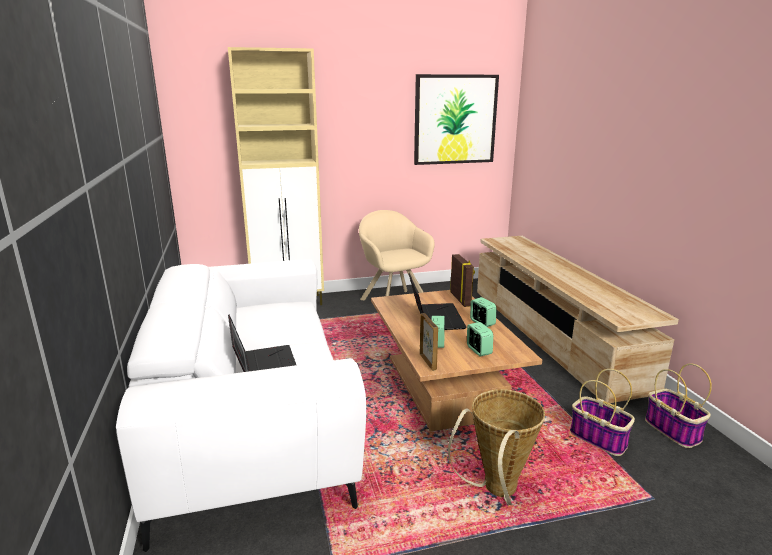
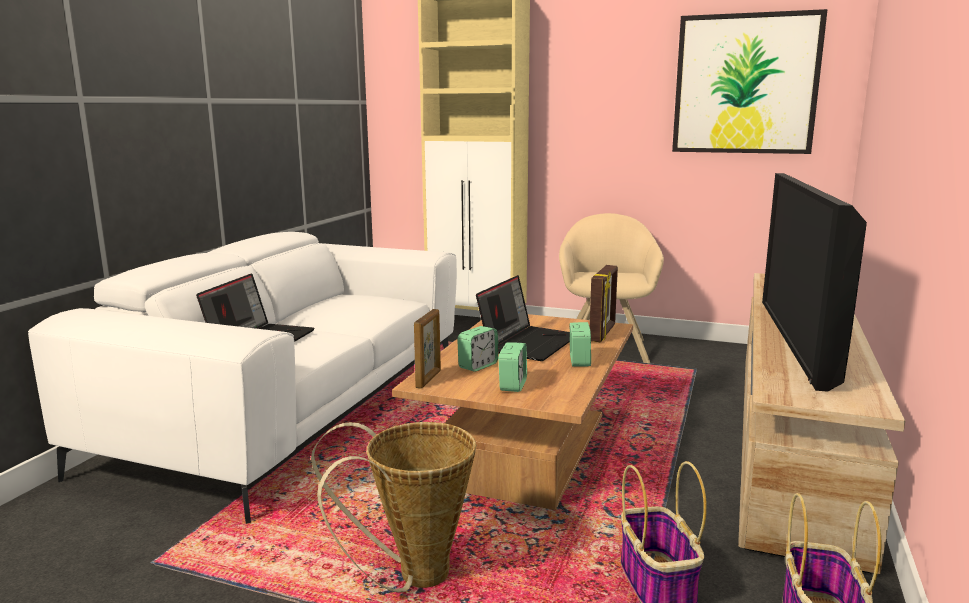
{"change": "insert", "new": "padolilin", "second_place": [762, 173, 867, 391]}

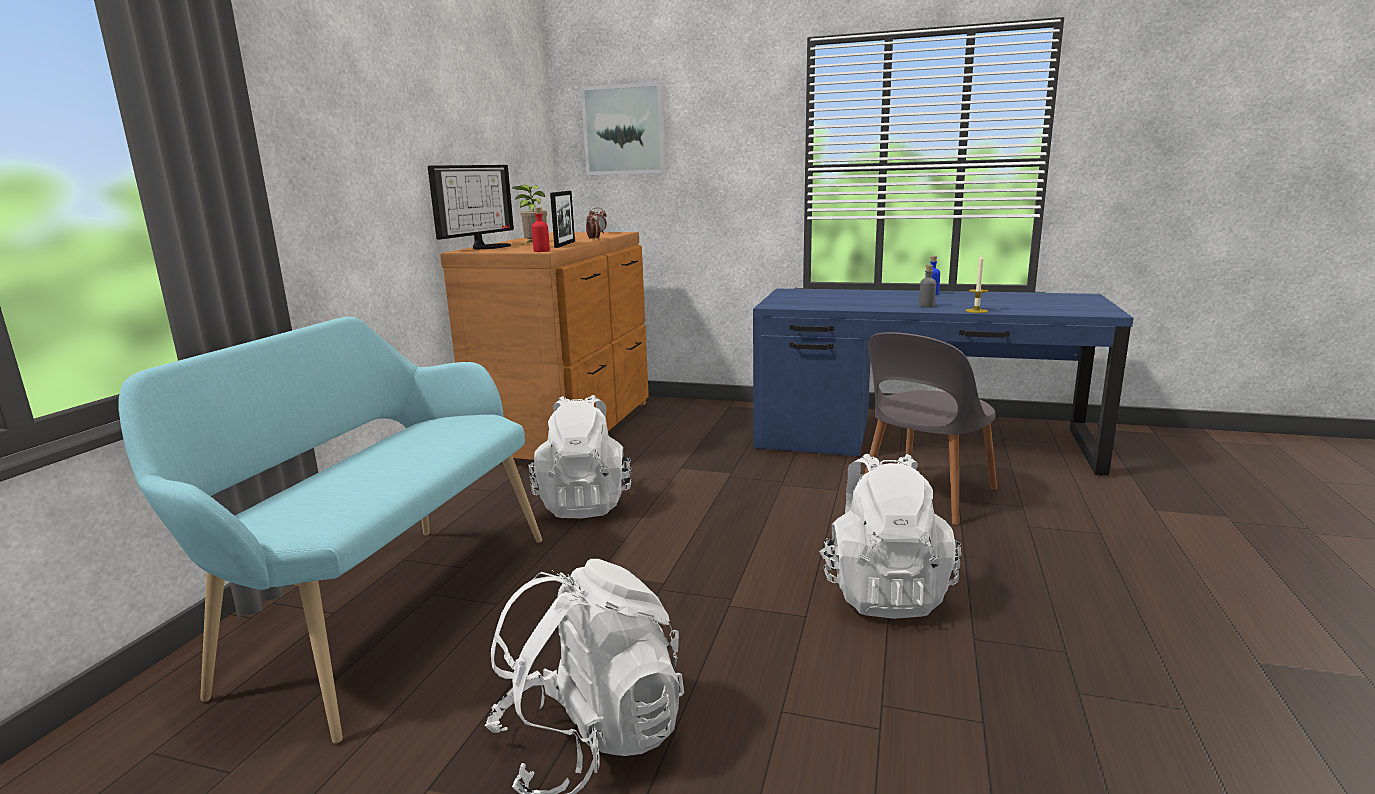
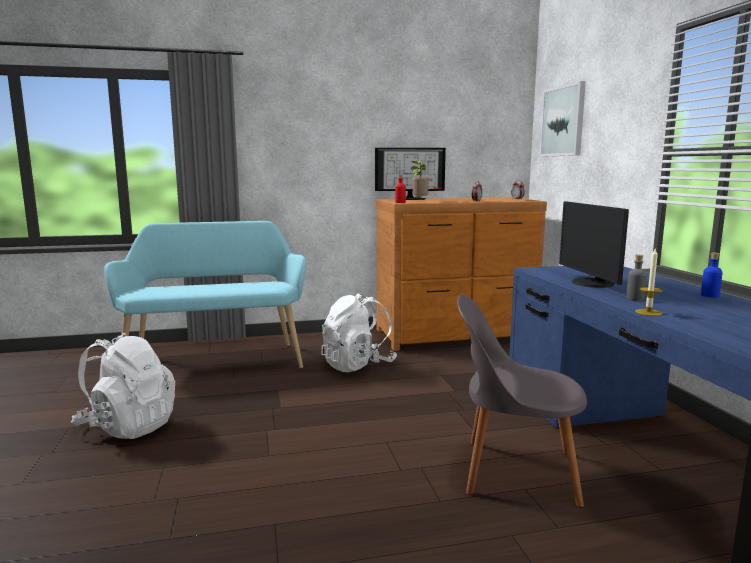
{"change": "delete", "old": "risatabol", "first_place": [550, 191, 575, 248]}
{"change": "delete", "old": "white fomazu", "first_place": [819, 454, 961, 619]}
{"change": "insert", "new": "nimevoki", "second_place": [559, 201, 629, 288]}

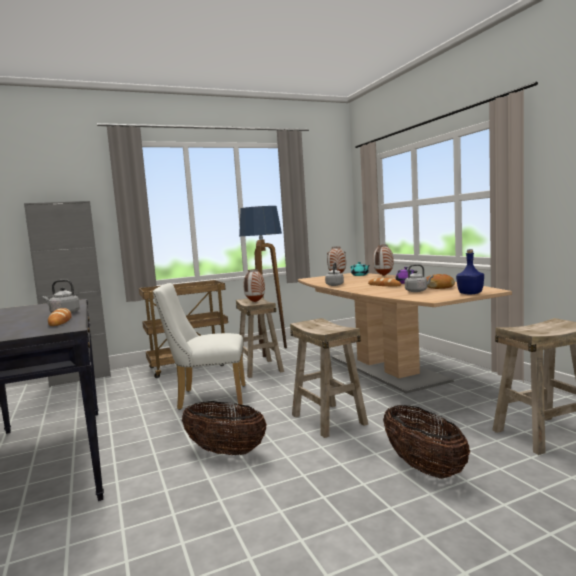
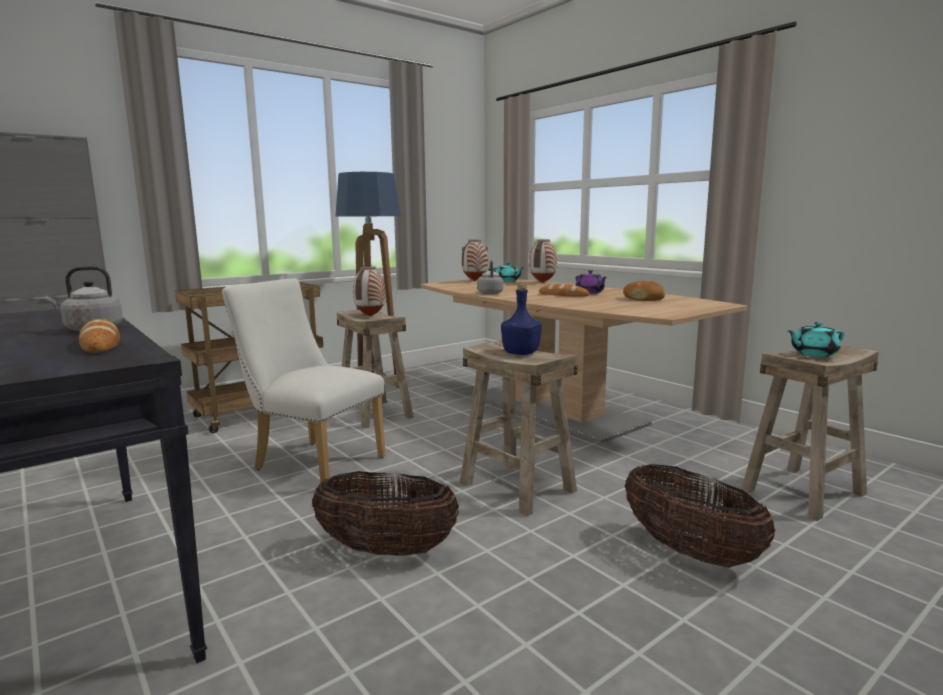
{"change": "move", "old": "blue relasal", "first_place": [456, 249, 484, 294], "second_place": [501, 284, 542, 355]}
{"change": "delete", "old": "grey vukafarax", "first_place": [405, 264, 433, 292]}
{"change": "rotate", "old": "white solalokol", "first_place": [153, 283, 245, 410], "second_place": [222, 279, 386, 482], "degrees": 45}
{"change": "insert", "new": "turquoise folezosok", "second_place": [788, 322, 844, 357]}

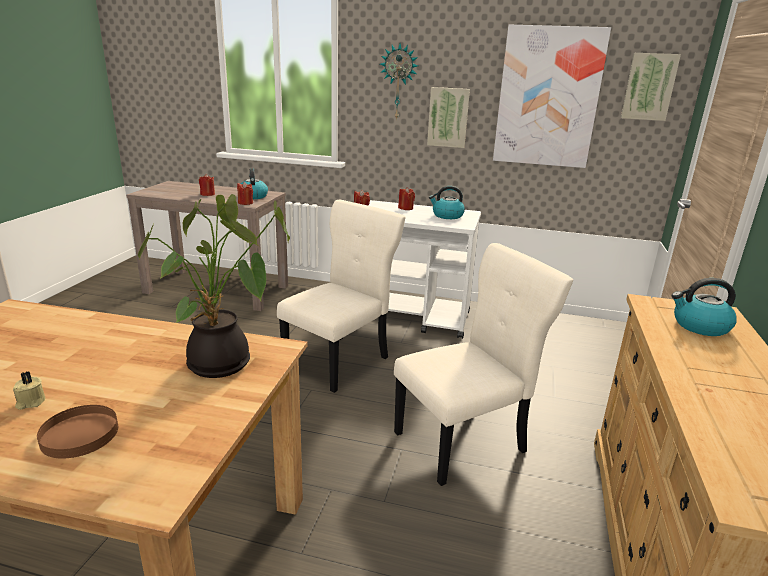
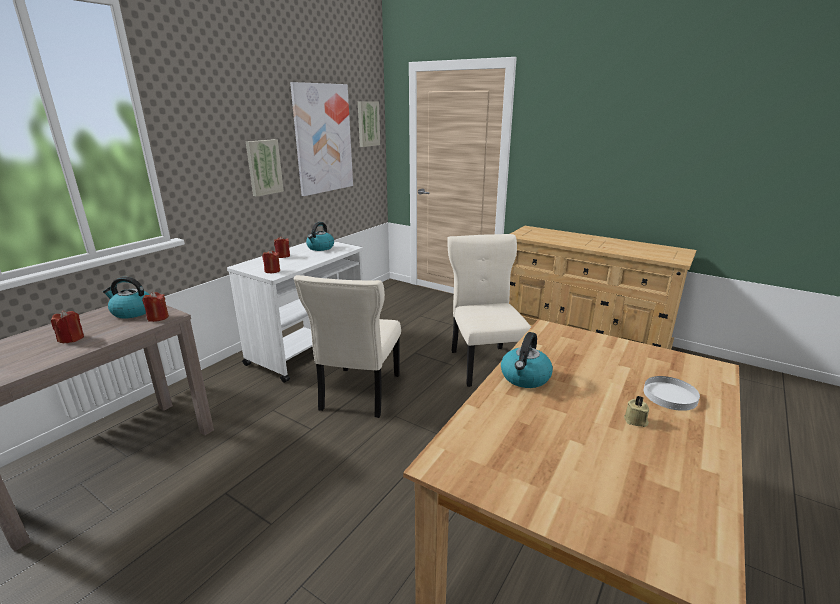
{"change": "delete", "old": "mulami", "first_place": [380, 43, 418, 120]}
{"change": "delete", "old": "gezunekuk", "first_place": [138, 194, 290, 378]}
{"change": "rotate", "old": "beige solalokol", "first_place": [277, 200, 406, 393], "second_place": [294, 275, 401, 418], "degrees": -135}
{"change": "move", "old": "vukafarax", "first_place": [672, 278, 737, 336], "second_place": [501, 332, 553, 388]}
{"change": "recolor", "old": "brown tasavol", "new": "white tasavol", "first_place": [37, 405, 118, 459], "second_place": [644, 376, 700, 411]}

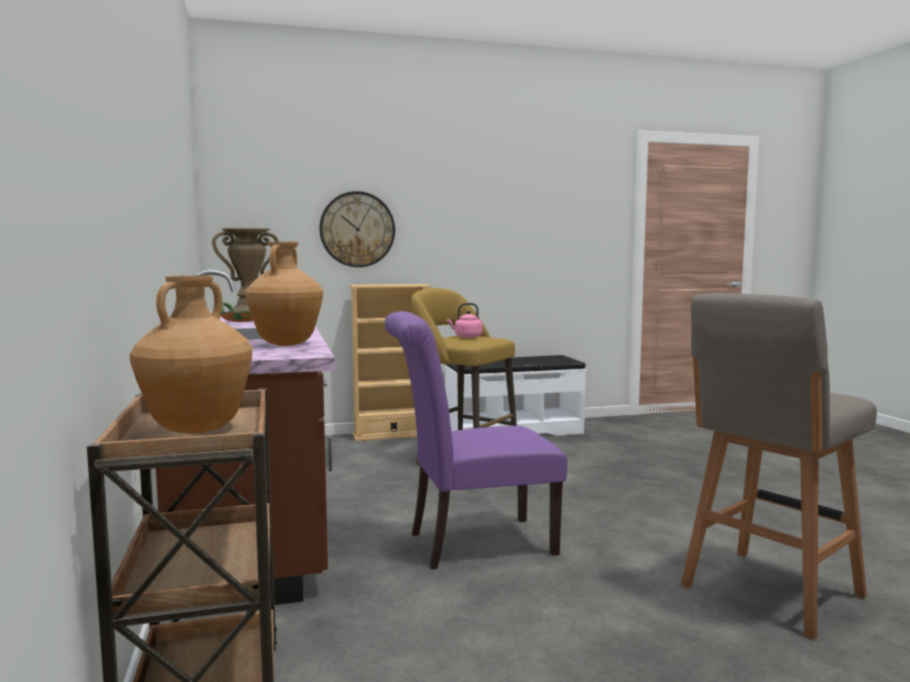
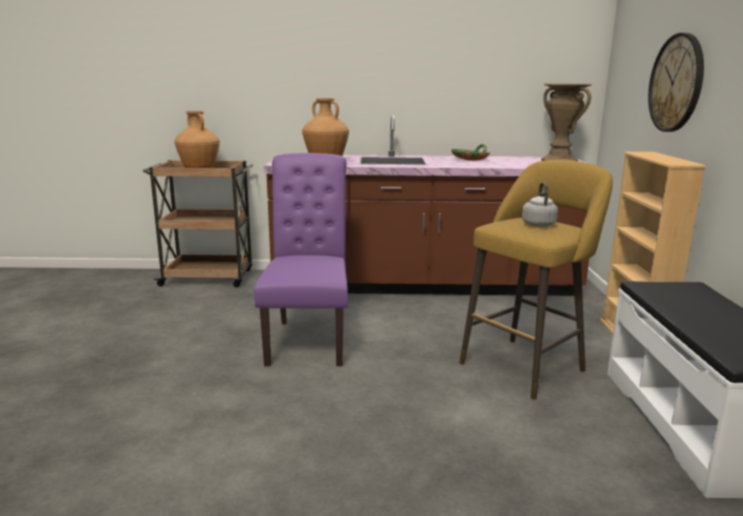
{"change": "delete", "old": "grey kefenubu", "first_place": [681, 293, 877, 640]}
{"change": "recolor", "old": "pink vukafarax", "new": "grey vukafarax", "first_place": [447, 303, 482, 338], "second_place": [522, 182, 558, 227]}

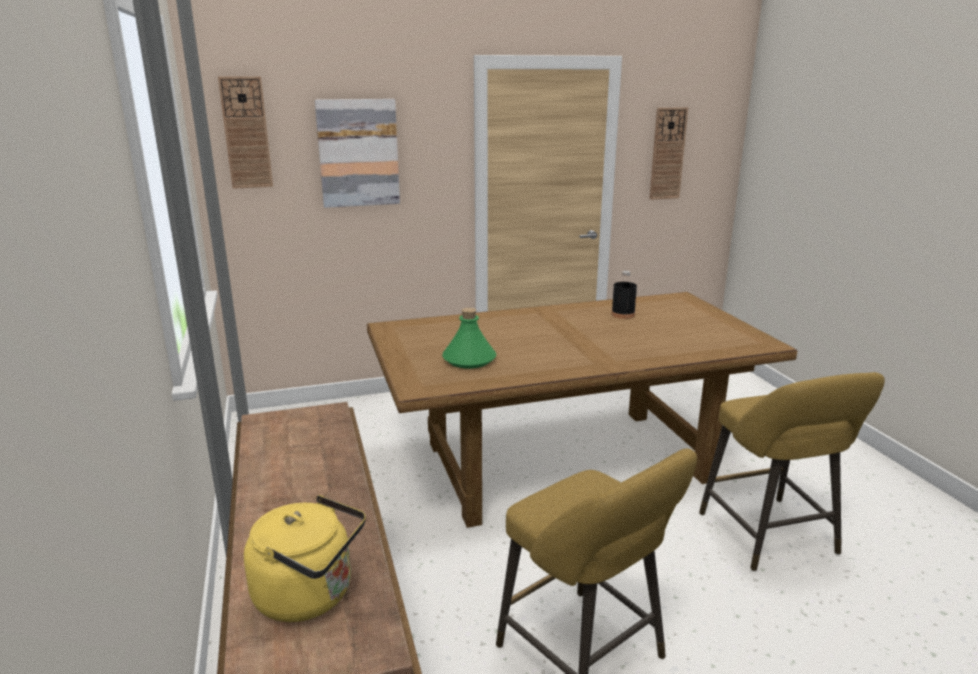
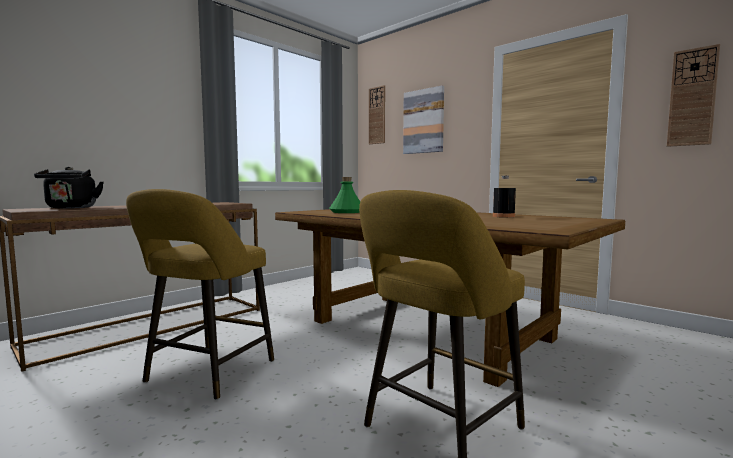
{"change": "recolor", "old": "yellow vukafarax", "new": "black vukafarax", "first_place": [244, 495, 366, 622], "second_place": [34, 167, 104, 209]}

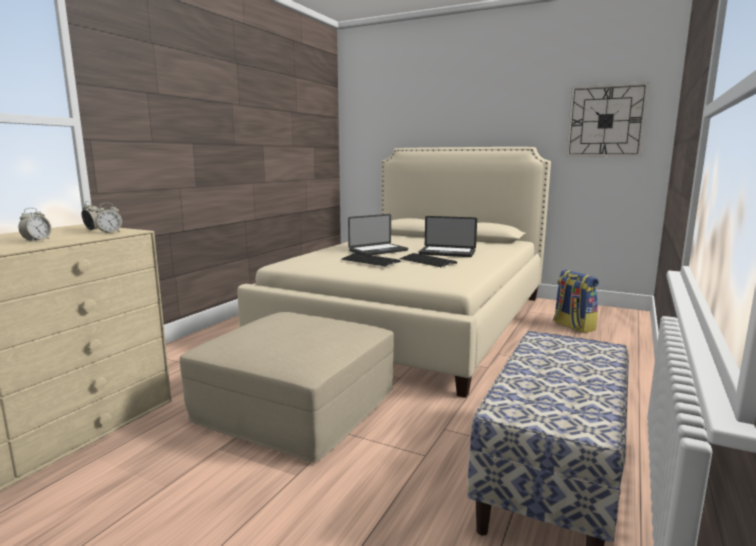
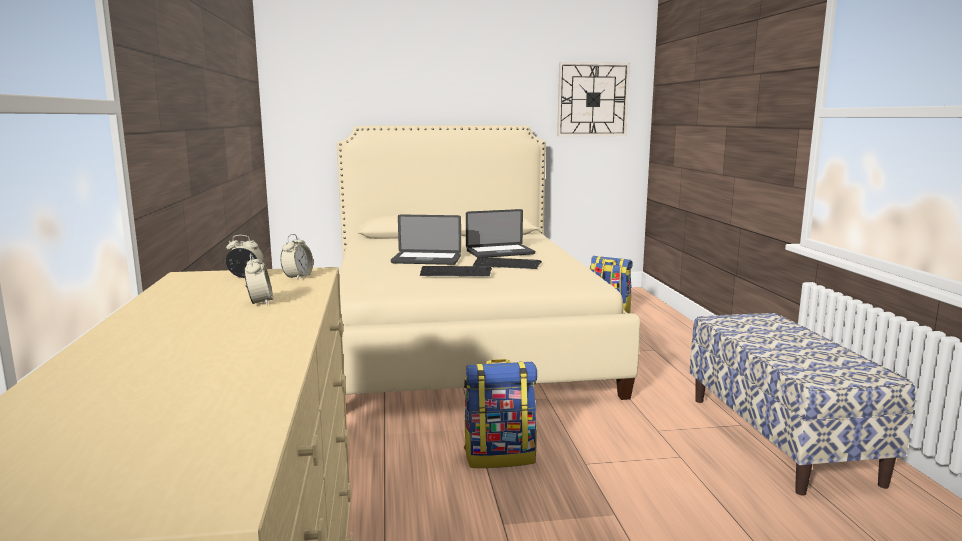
{"change": "rotate", "old": "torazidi", "first_place": [348, 214, 408, 255], "second_place": [391, 214, 461, 265], "degrees": 75}
{"change": "replace", "old": "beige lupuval", "new": "fomazu", "first_place": [180, 312, 394, 462], "second_place": [464, 359, 537, 468]}

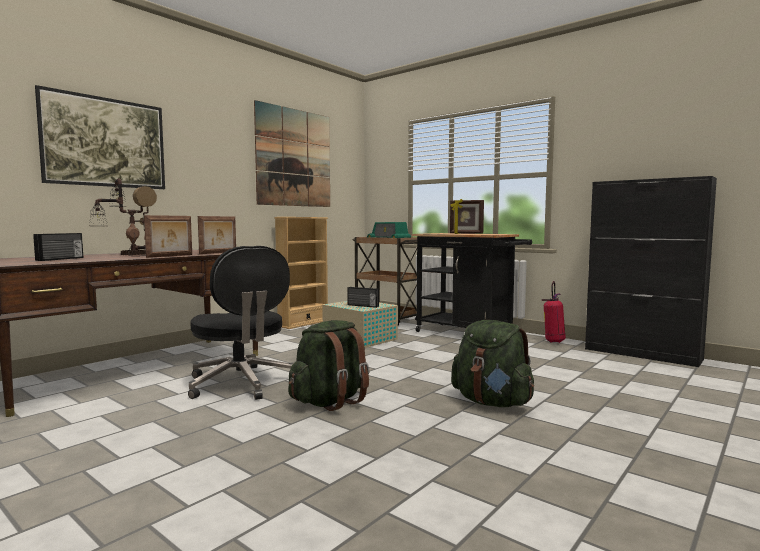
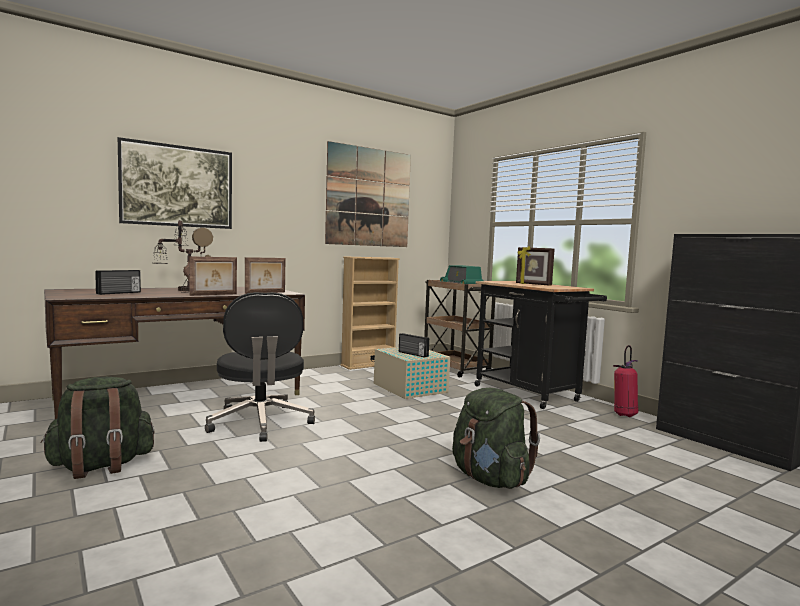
{"change": "move", "old": "green fomazu", "first_place": [288, 320, 369, 411], "second_place": [41, 377, 155, 479]}

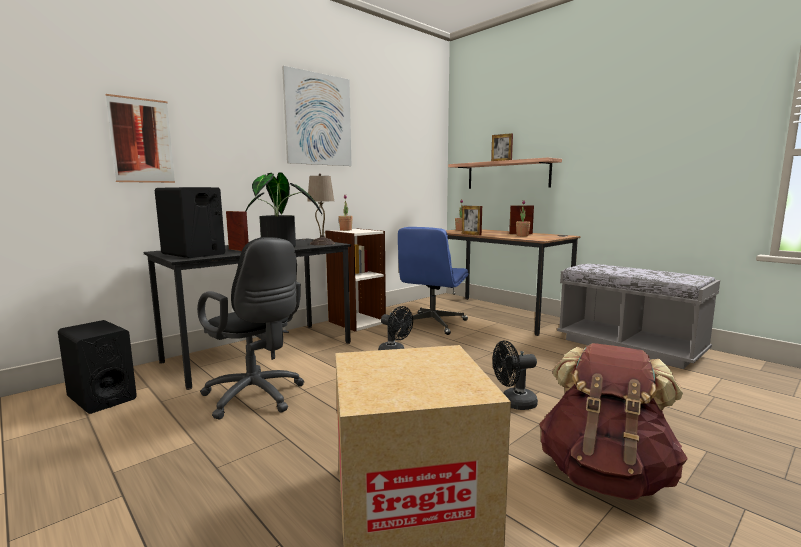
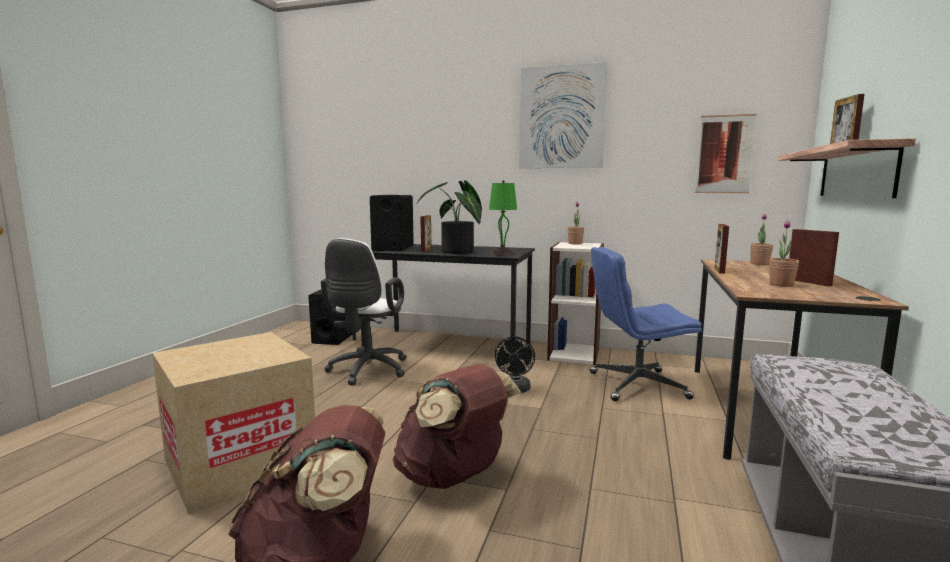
{"change": "move", "old": "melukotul", "first_place": [106, 94, 175, 183], "second_place": [695, 114, 757, 193]}
{"change": "recolor", "old": "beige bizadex", "new": "green bizadex", "first_place": [307, 173, 335, 245], "second_place": [489, 180, 517, 256]}
{"change": "recolor", "old": "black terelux", "new": "white terelux", "first_place": [197, 237, 304, 419], "second_place": [321, 238, 407, 385]}
{"change": "replace", "old": "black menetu", "new": "brown fomazu", "first_place": [492, 341, 538, 410], "second_place": [393, 364, 521, 489]}

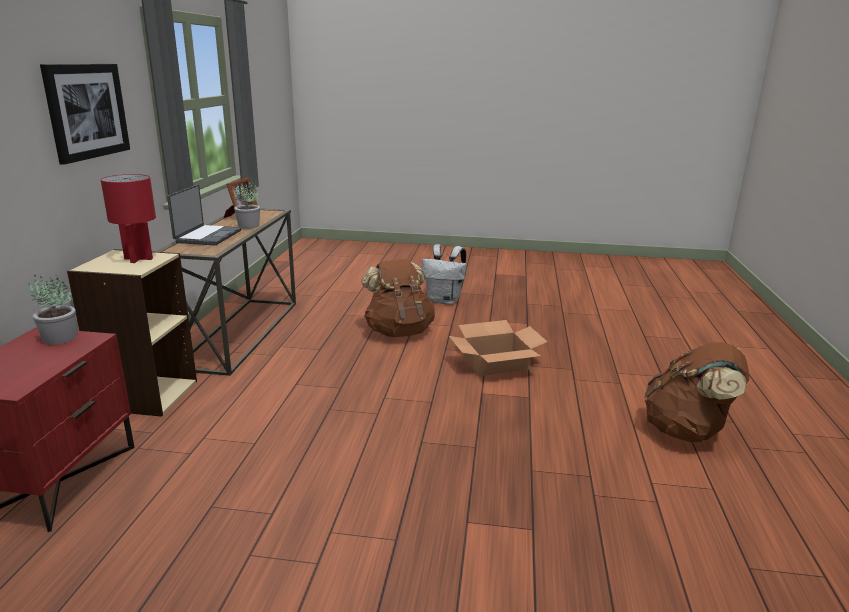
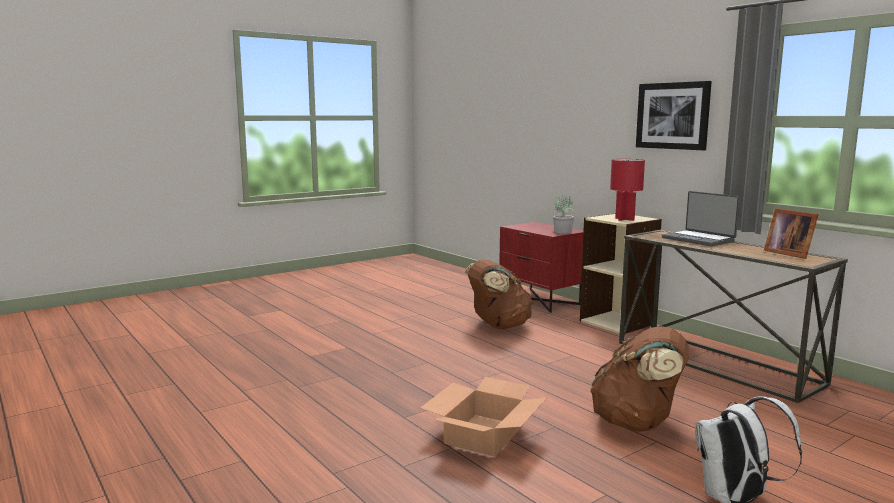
{"change": "delete", "old": "gezunekuk", "first_place": [234, 182, 260, 229]}
{"change": "move", "old": "brown fomazu", "first_place": [645, 342, 749, 442], "second_place": [465, 259, 533, 330]}

